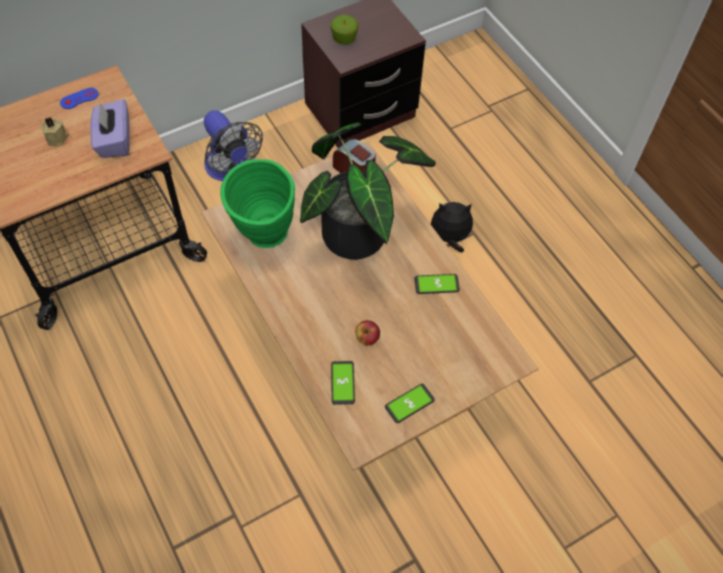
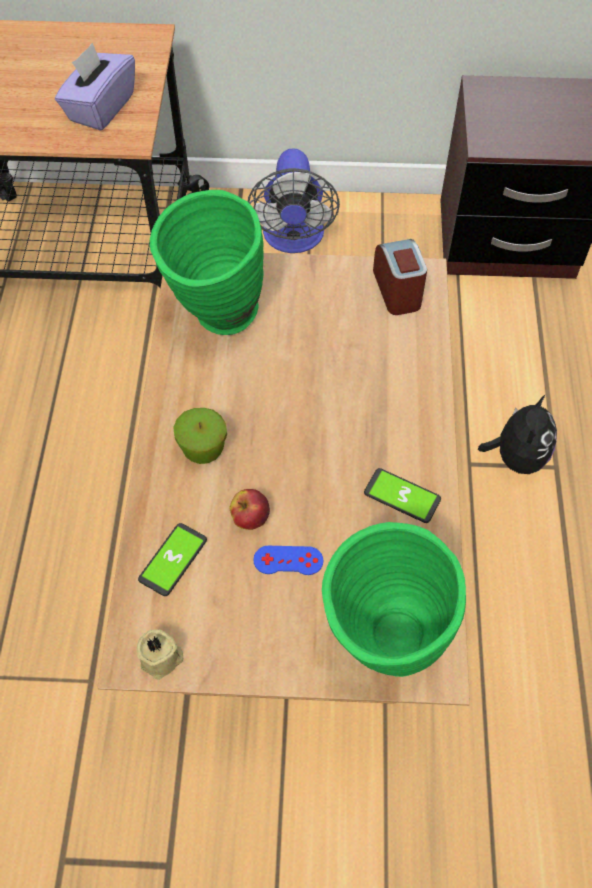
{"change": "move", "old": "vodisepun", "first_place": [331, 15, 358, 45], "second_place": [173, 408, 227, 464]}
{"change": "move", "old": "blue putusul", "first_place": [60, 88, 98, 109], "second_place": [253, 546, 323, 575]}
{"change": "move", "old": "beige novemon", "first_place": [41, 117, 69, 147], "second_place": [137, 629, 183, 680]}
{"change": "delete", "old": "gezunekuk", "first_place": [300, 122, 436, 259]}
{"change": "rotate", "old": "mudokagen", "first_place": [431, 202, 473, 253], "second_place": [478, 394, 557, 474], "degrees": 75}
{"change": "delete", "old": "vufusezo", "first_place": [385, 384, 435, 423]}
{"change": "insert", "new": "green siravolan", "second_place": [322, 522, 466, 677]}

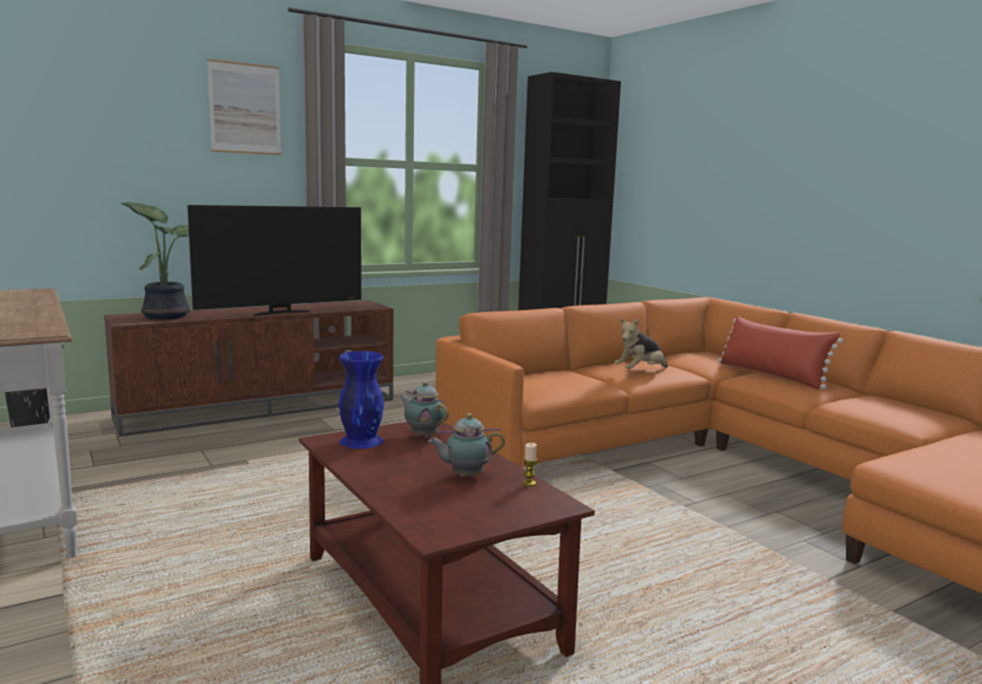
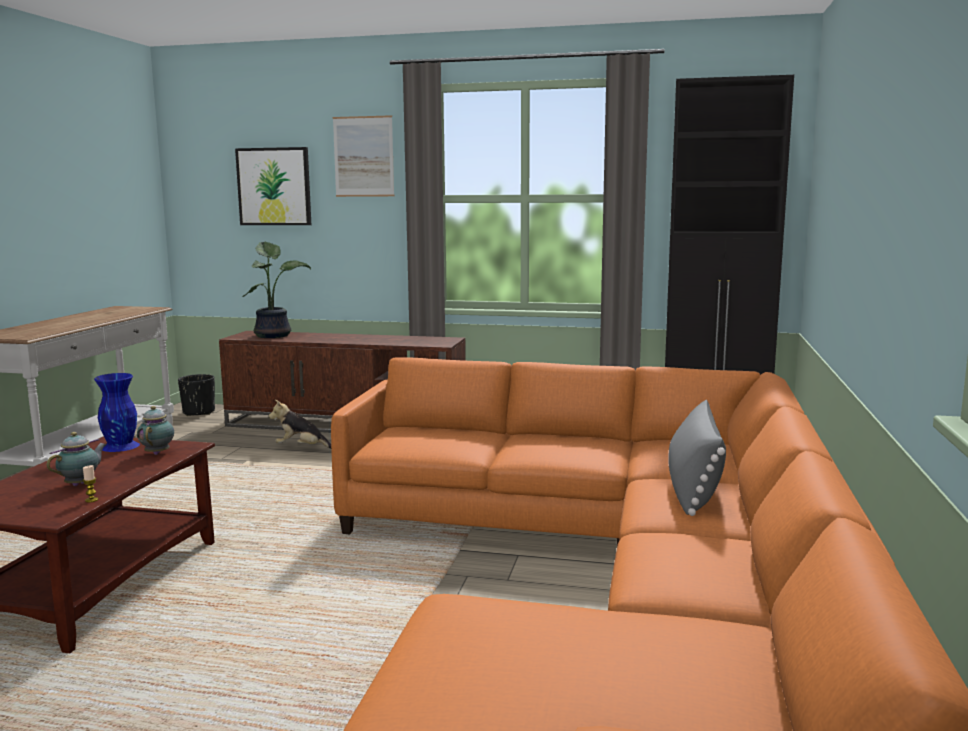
{"change": "delete", "old": "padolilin", "first_place": [187, 205, 361, 316]}
{"change": "recolor", "old": "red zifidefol", "new": "grey zifidefol", "first_place": [718, 316, 843, 390], "second_place": [668, 399, 726, 516]}
{"change": "move", "old": "mudokagen", "first_place": [614, 318, 668, 369], "second_place": [269, 400, 331, 449]}
{"change": "rotate", "old": "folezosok", "first_place": [428, 413, 505, 477], "second_place": [47, 432, 107, 486], "degrees": 90}
{"change": "insert", "new": "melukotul", "second_place": [235, 147, 311, 225]}

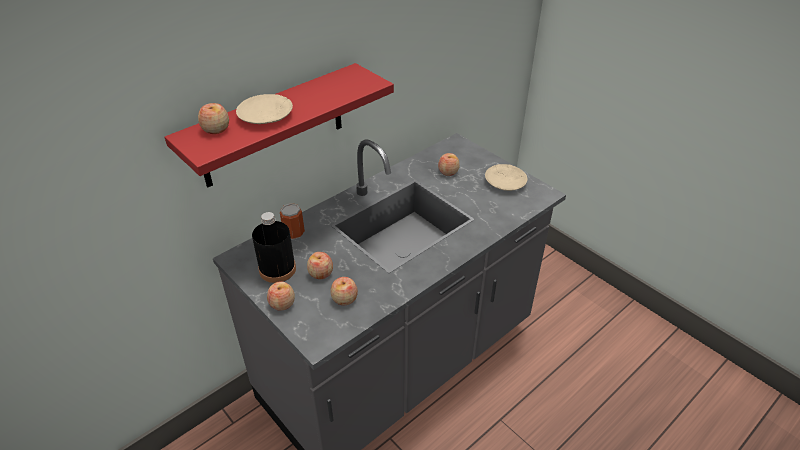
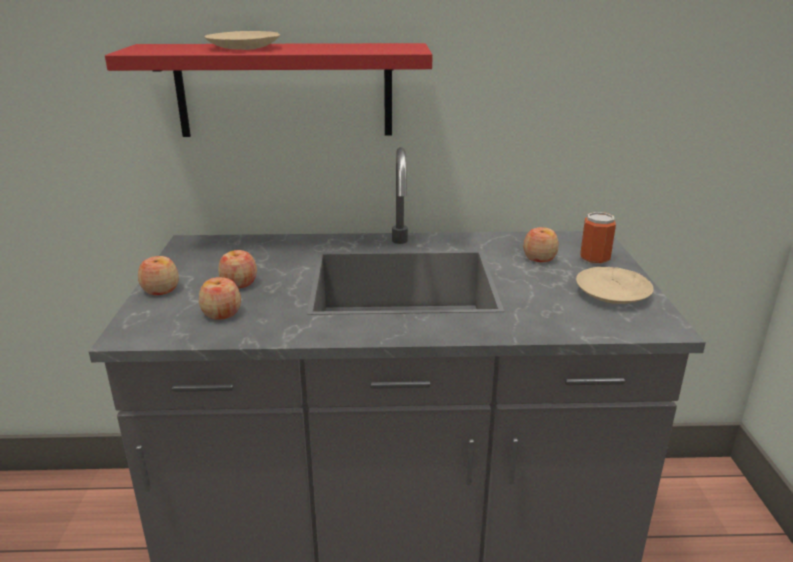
{"change": "delete", "old": "vodisepun", "first_place": [198, 103, 229, 134]}
{"change": "move", "old": "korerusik", "first_place": [280, 203, 305, 240], "second_place": [580, 212, 616, 265]}
{"change": "delete", "old": "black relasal", "first_place": [252, 212, 296, 283]}

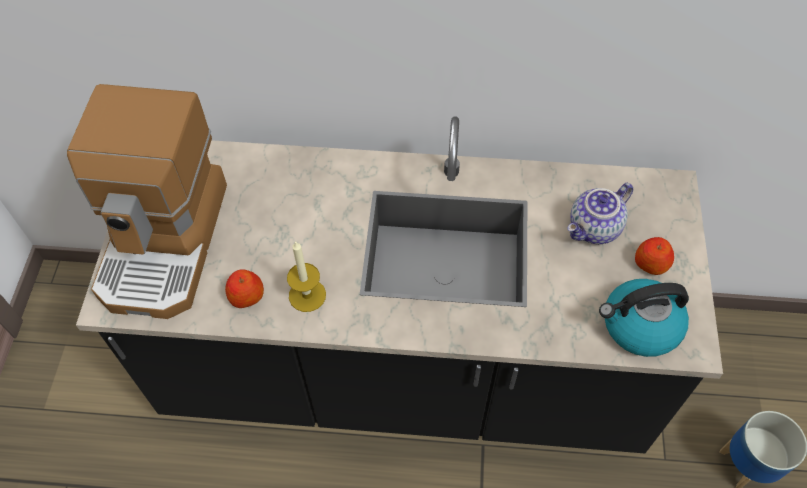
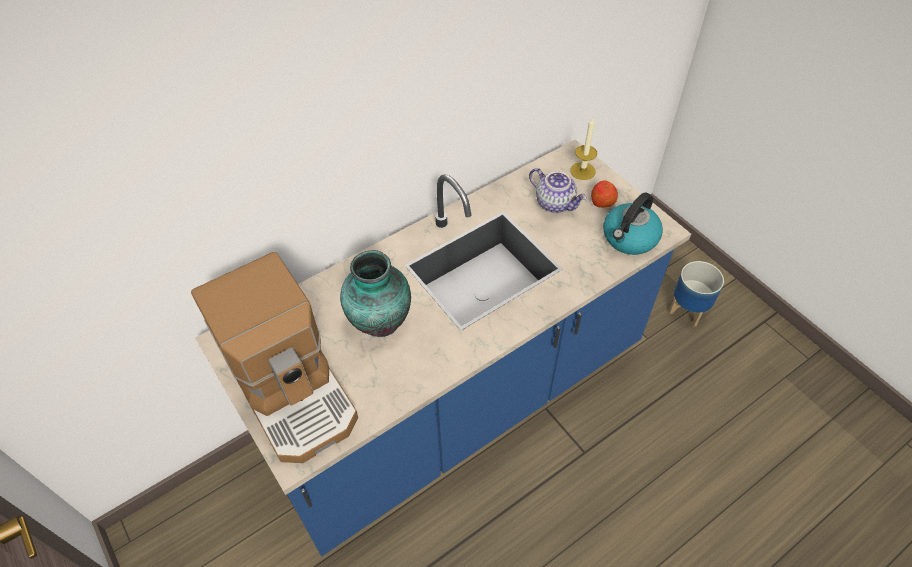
{"change": "recolor", "old": "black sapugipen", "new": "blue sapugipen", "first_place": [76, 116, 723, 453], "second_place": [195, 139, 691, 556]}
{"change": "rotate", "old": "folezosok", "first_place": [567, 183, 633, 244], "second_place": [529, 168, 587, 213], "degrees": -60}
{"change": "move", "old": "novemon", "first_place": [287, 241, 326, 312], "second_place": [570, 118, 597, 180]}
{"change": "delete", "old": "vodisepun", "first_place": [225, 269, 264, 308]}
{"change": "insert", "new": "siravolan", "second_place": [340, 250, 411, 337]}

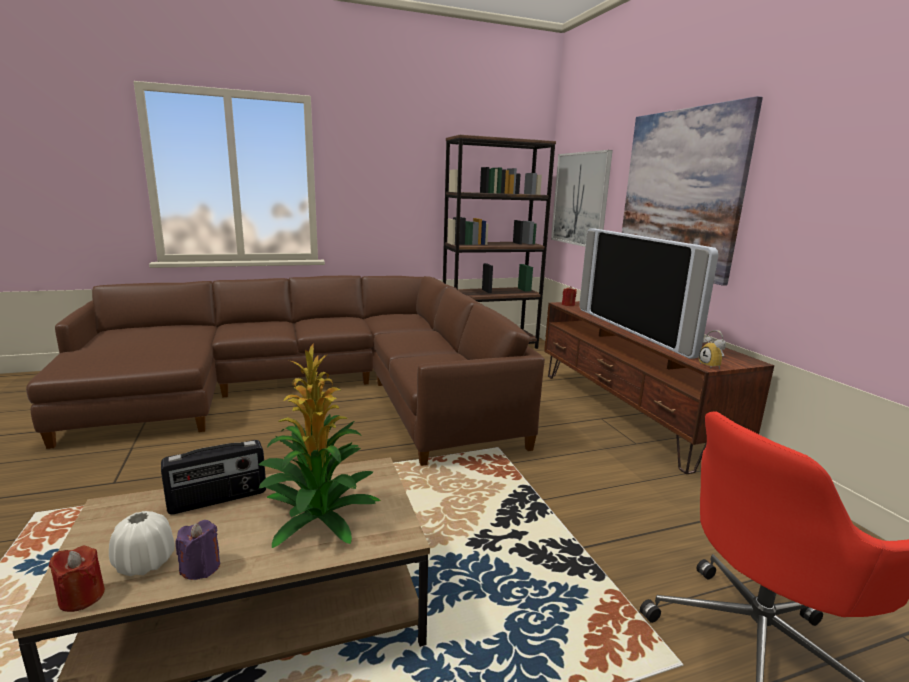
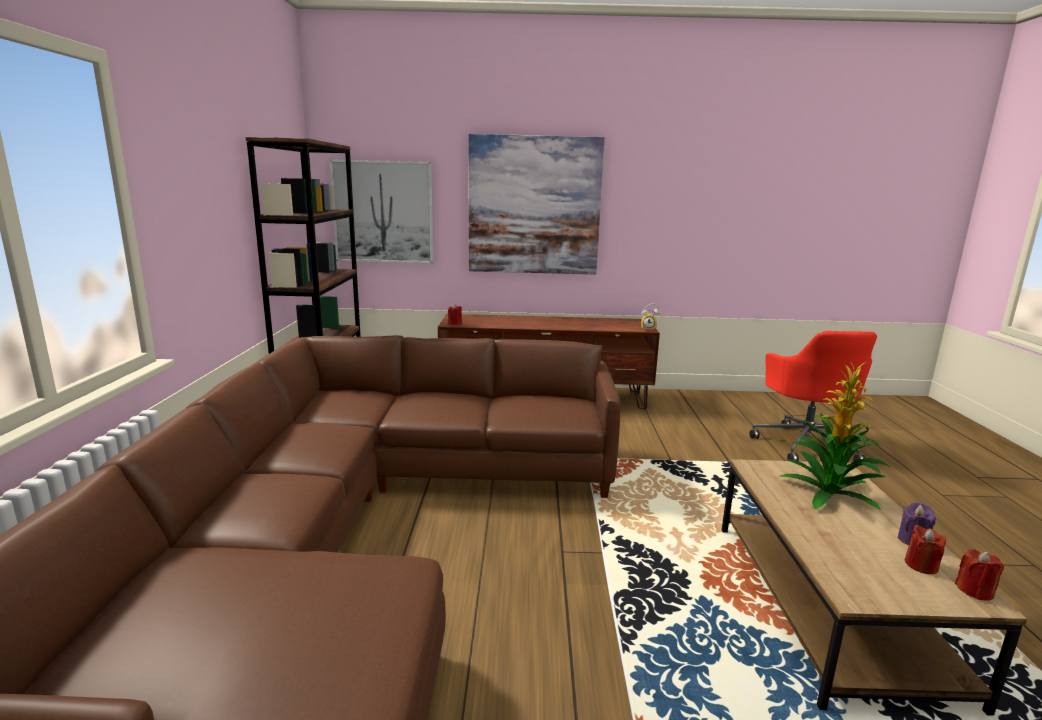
{"change": "delete", "old": "padolilin", "first_place": [579, 228, 718, 359]}
{"change": "delete", "old": "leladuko", "first_place": [161, 440, 266, 515]}
{"change": "replace", "old": "white siravolan", "new": "red novemon", "first_place": [109, 511, 175, 576], "second_place": [905, 525, 946, 574]}

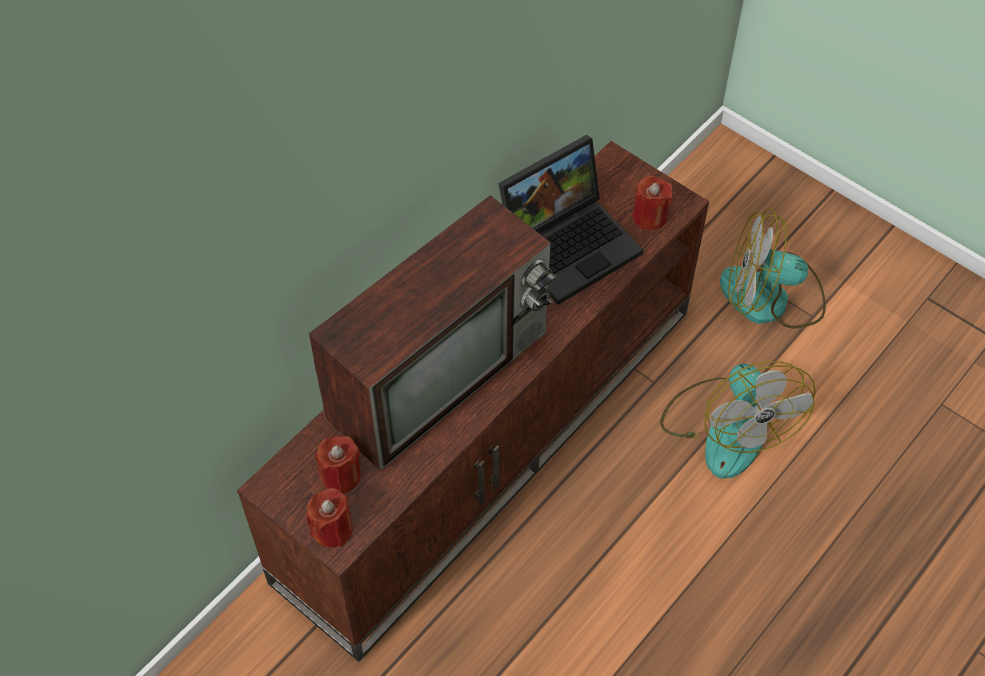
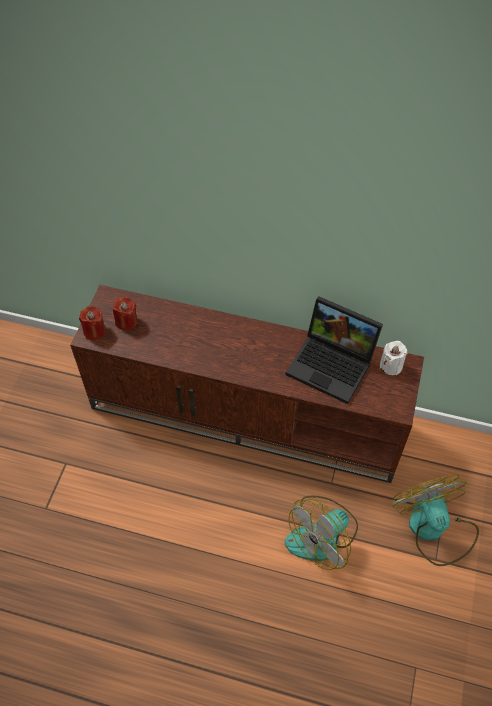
{"change": "delete", "old": "red novemon", "first_place": [632, 176, 673, 230]}
{"change": "delete", "old": "padolilin", "first_place": [309, 195, 556, 471]}
{"change": "insert", "new": "white novemon", "second_place": [379, 341, 407, 375]}

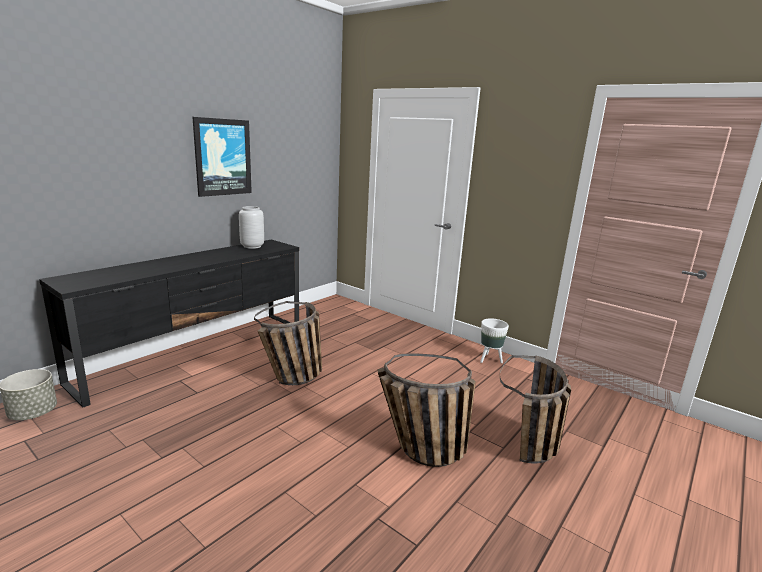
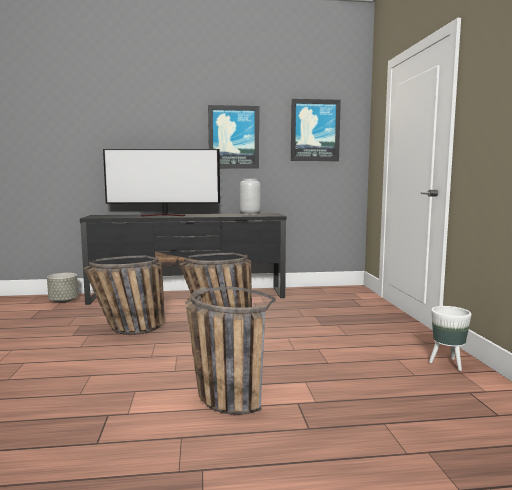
{"change": "move", "old": "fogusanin", "first_place": [500, 355, 571, 463], "second_place": [83, 255, 165, 335]}
{"change": "insert", "new": "melukotul", "second_place": [291, 99, 341, 161]}
{"change": "insert", "new": "padolilin", "second_place": [103, 149, 220, 216]}

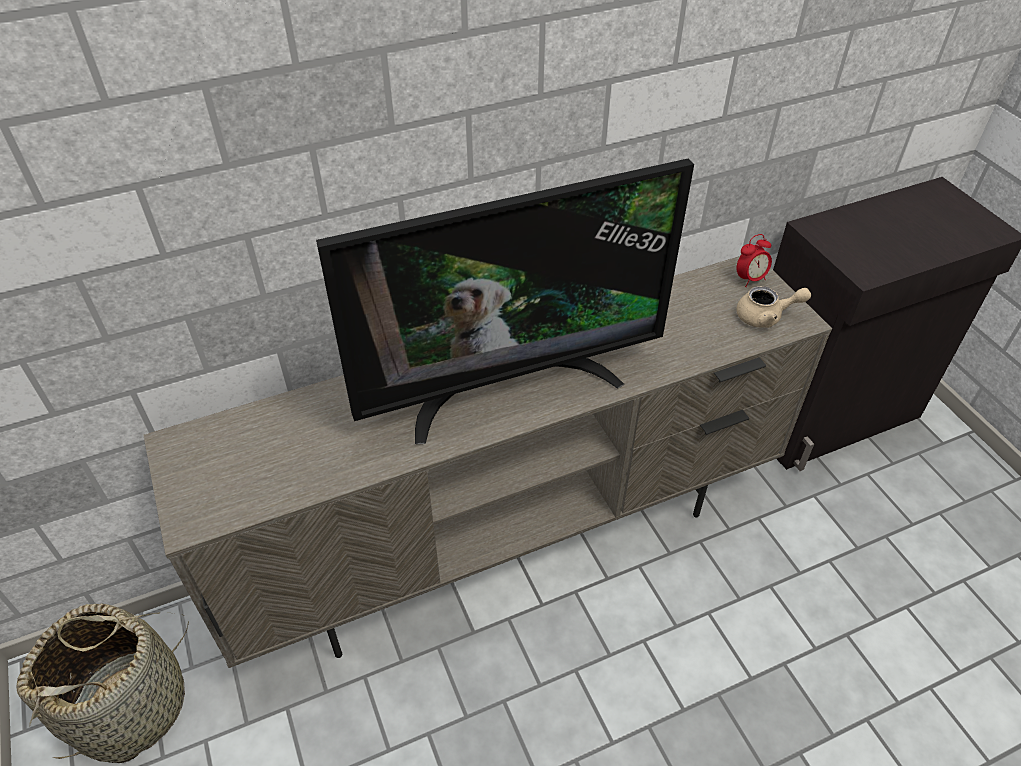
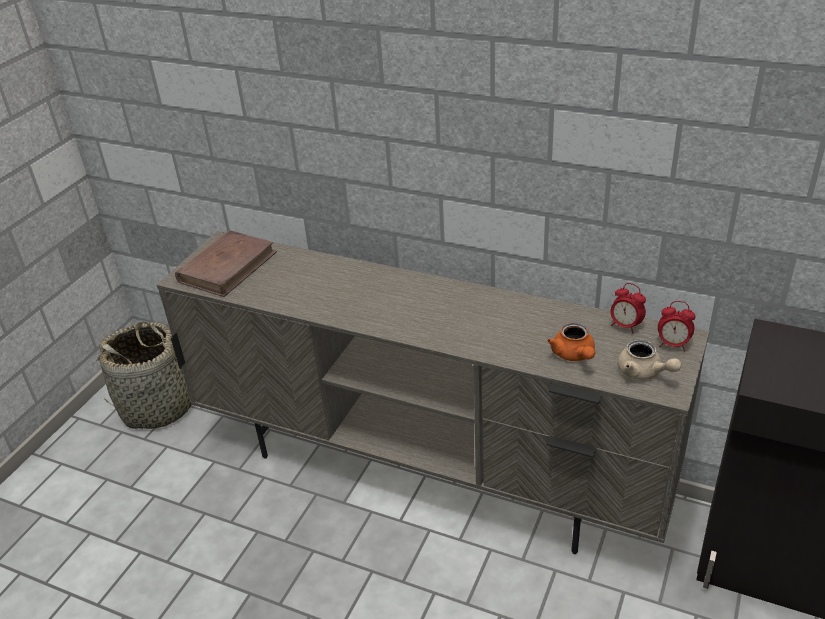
{"change": "delete", "old": "padolilin", "first_place": [316, 159, 694, 444]}
{"change": "insert", "new": "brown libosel", "second_place": [175, 230, 277, 297]}
{"change": "insert", "new": "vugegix", "second_place": [611, 283, 646, 334]}
{"change": "insert", "new": "orange folezosok", "second_place": [547, 323, 595, 361]}

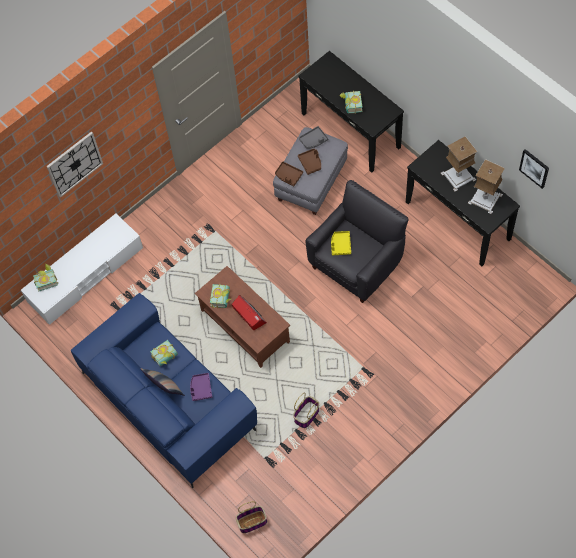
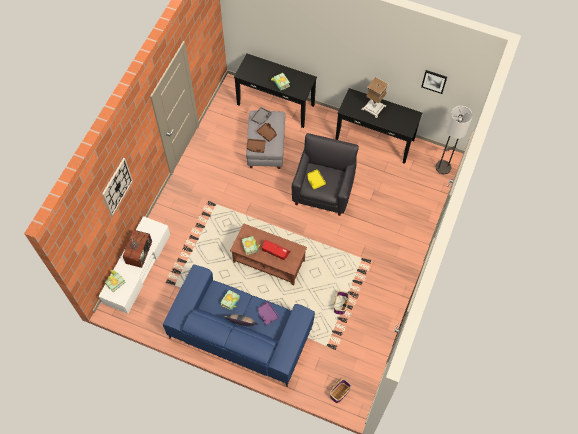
{"change": "delete", "old": "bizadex", "first_place": [468, 159, 505, 214]}
{"change": "insert", "new": "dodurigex", "second_place": [435, 106, 473, 174]}
{"change": "insert", "new": "padolilin", "second_place": [123, 230, 152, 268]}

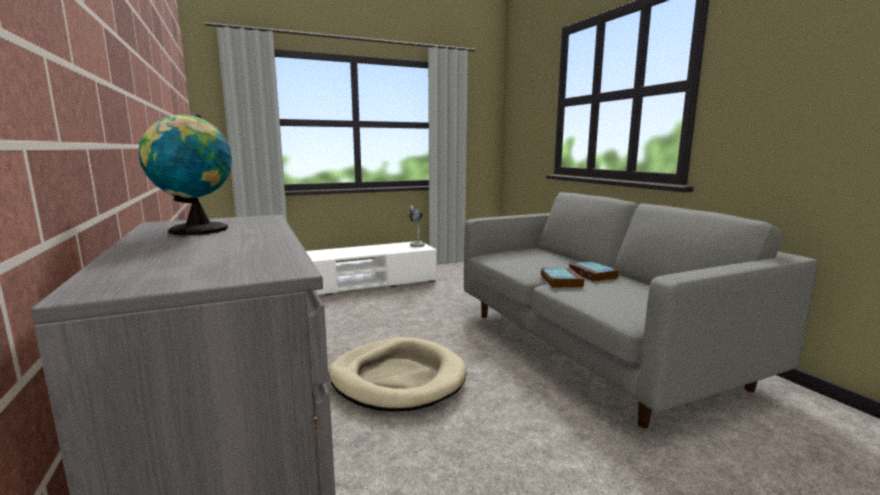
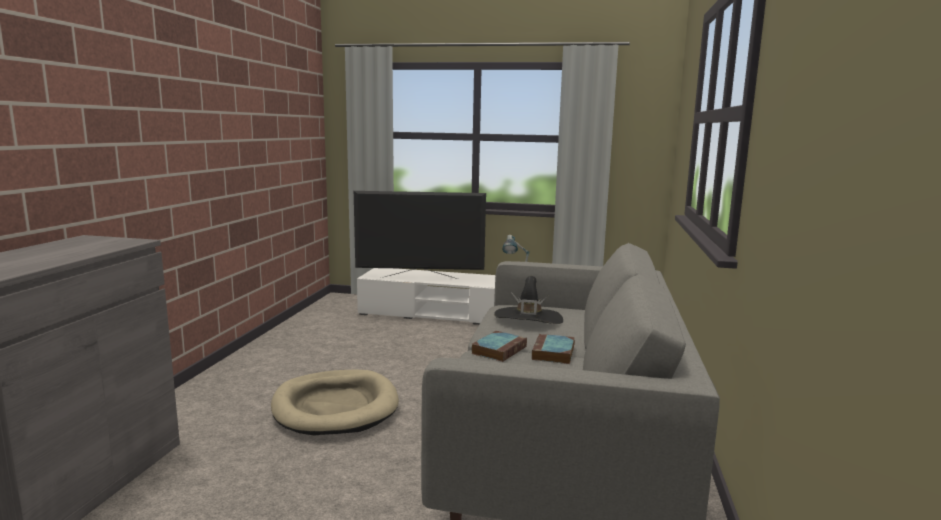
{"change": "delete", "old": "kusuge", "first_place": [139, 114, 232, 235]}
{"change": "insert", "new": "padolilin", "second_place": [354, 191, 486, 279]}
{"change": "insert", "new": "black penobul", "second_place": [494, 276, 563, 324]}

